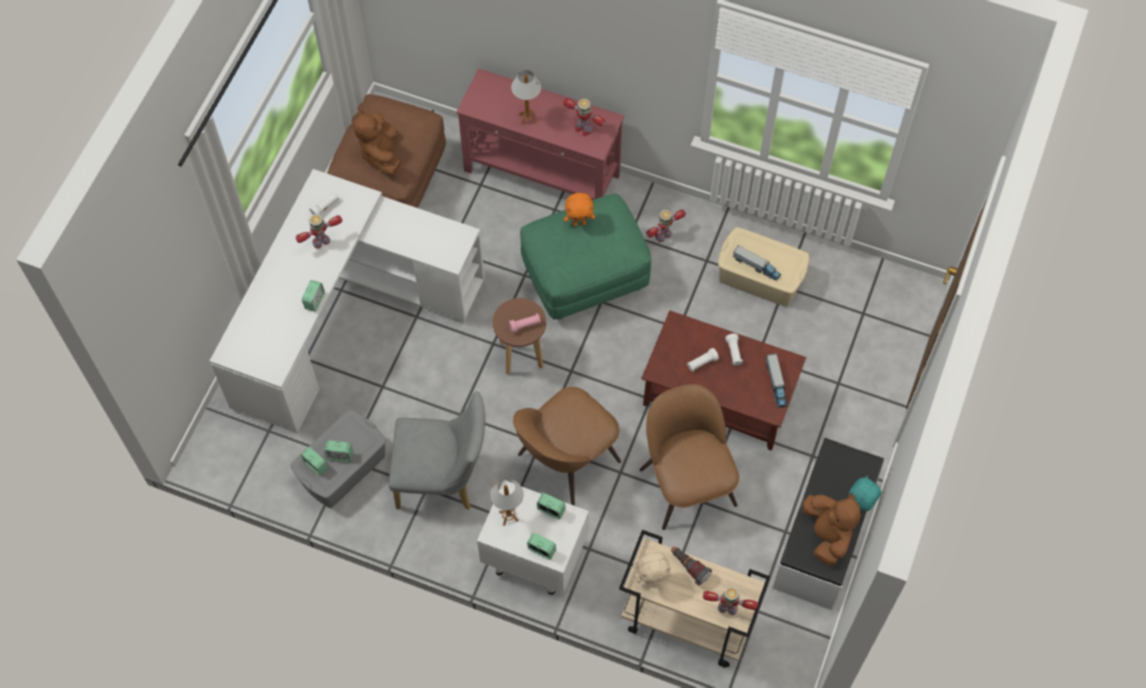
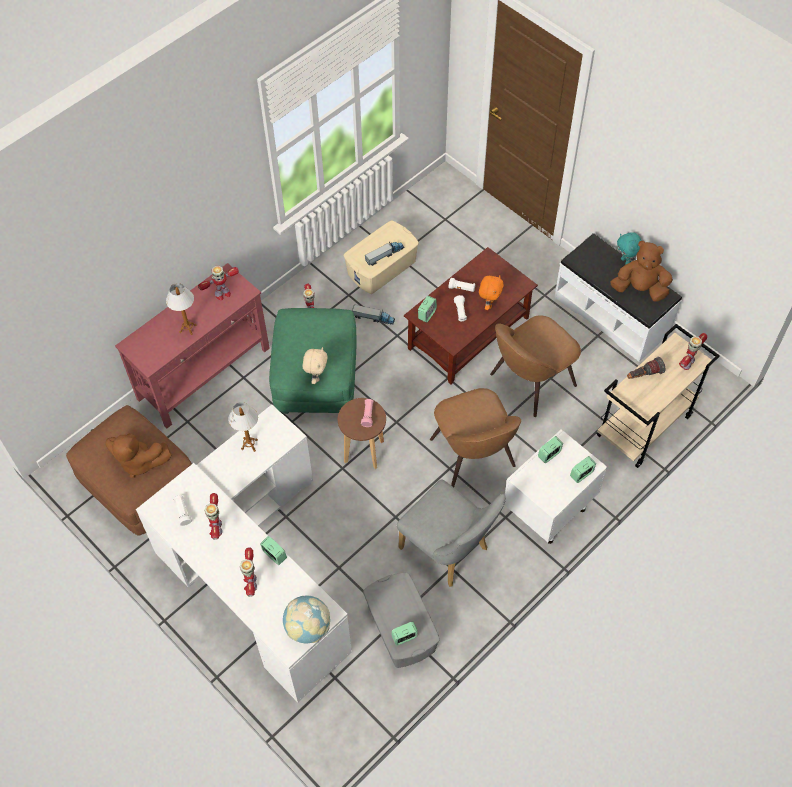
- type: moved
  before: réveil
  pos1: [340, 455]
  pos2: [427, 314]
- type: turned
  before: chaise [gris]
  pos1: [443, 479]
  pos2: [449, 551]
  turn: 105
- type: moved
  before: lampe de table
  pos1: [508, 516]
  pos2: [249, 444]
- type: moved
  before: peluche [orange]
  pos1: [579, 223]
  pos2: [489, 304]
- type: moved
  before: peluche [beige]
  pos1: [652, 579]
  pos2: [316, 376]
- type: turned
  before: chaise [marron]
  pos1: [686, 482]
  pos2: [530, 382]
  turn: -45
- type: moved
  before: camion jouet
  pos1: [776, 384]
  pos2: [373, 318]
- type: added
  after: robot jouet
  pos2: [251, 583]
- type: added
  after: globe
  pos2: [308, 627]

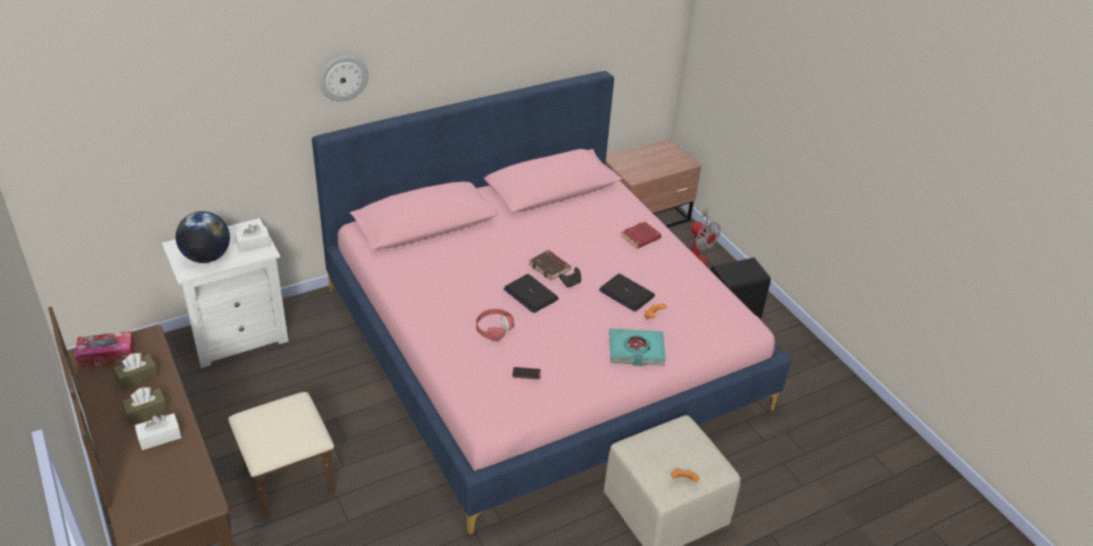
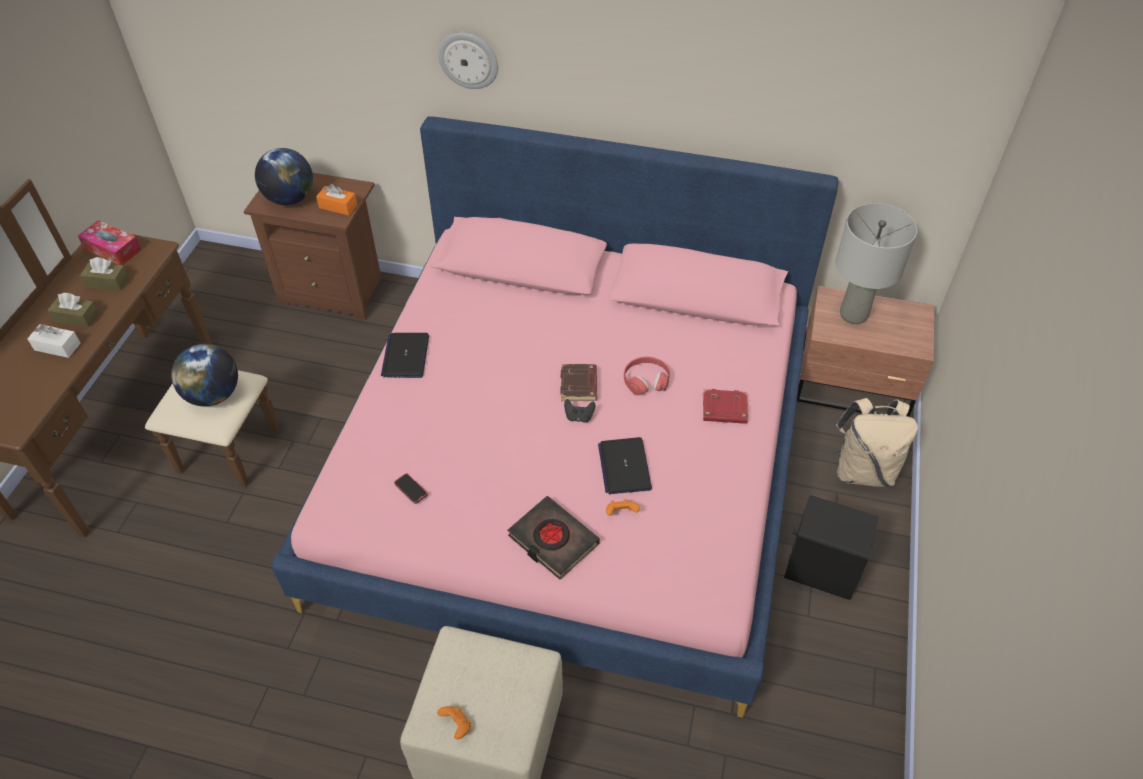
- type: recoloured
  before: table de chevet [blanc]
  after: table de chevet [marron]
  pos1: [238, 335]
  pos2: [335, 290]
- type: recoloured
  before: boîte à mouchoirs [blanc]
  after: boîte à mouchoirs [orange]
  pos1: [253, 244]
  pos2: [338, 206]
- type: moved
  before: casque audio [rouge]
  pos1: [494, 328]
  pos2: [646, 380]
- type: moved
  before: ordinateur portable
  pos1: [530, 294]
  pos2: [406, 356]
- type: recoloured
  before: livre [turquoise]
  after: livre [noir]
  pos1: [636, 350]
  pos2: [553, 540]
- type: replaced
  before: ventilateur
  after: sac à dos [beige]
  pos1: [696, 256]
  pos2: [863, 470]
- type: added
  after: globe
  pos2: [213, 395]
- type: added
  after: lampe de table [gris]
  pos2: [853, 314]

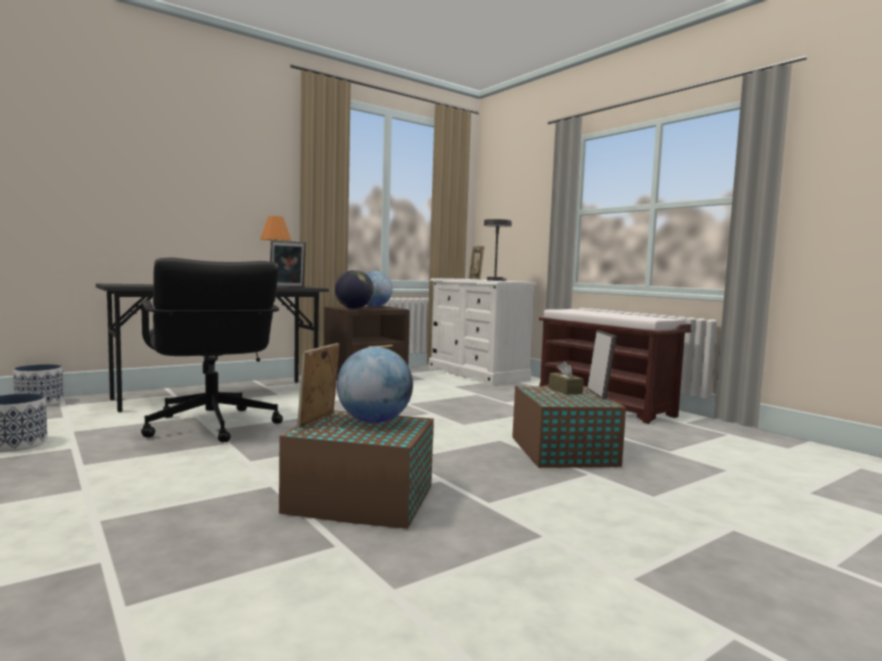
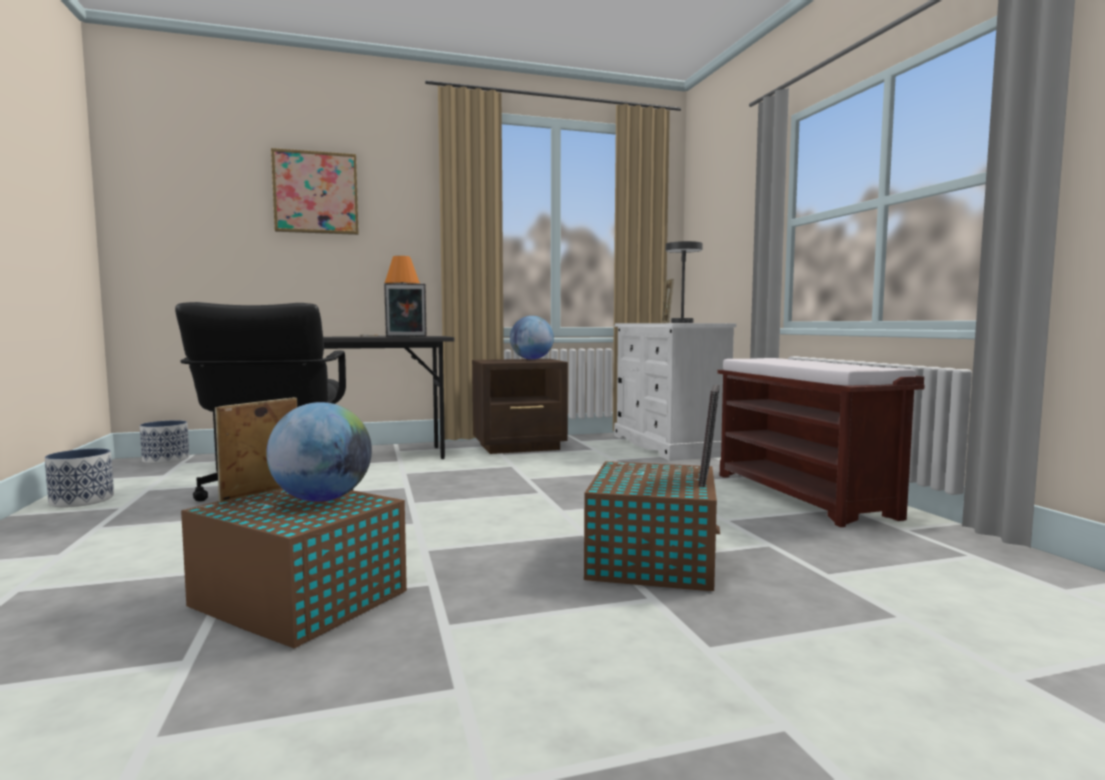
- type: removed
  before: globe
  pos1: [353, 308]
- type: removed
  before: boîte à mouchoirs [marron]
  pos1: [565, 390]
- type: added
  after: tableau
  pos2: [316, 193]

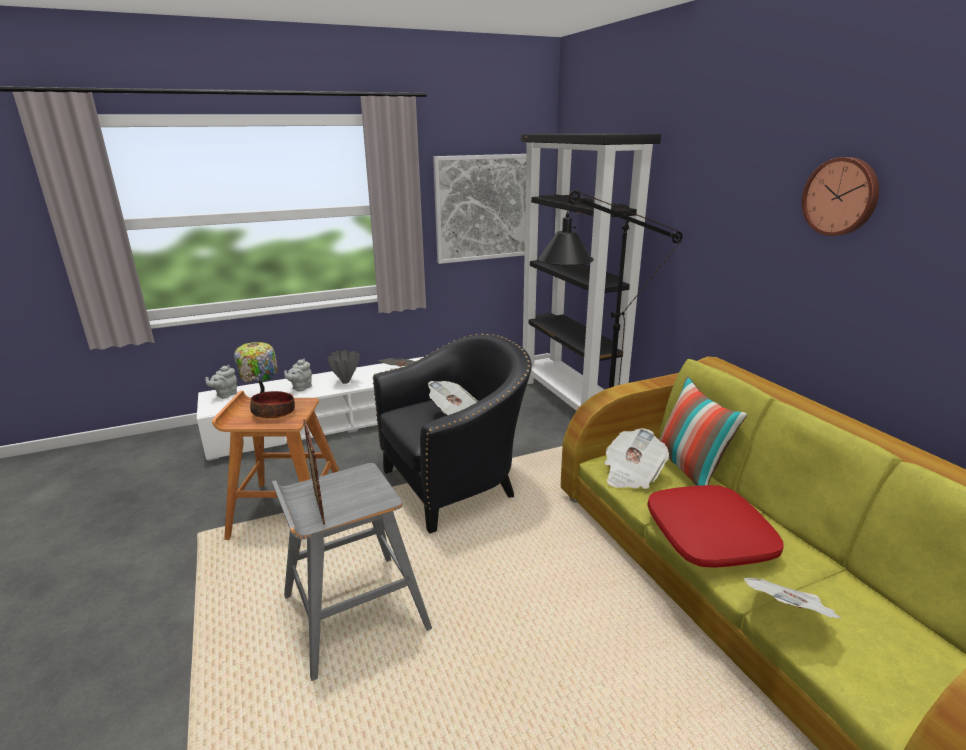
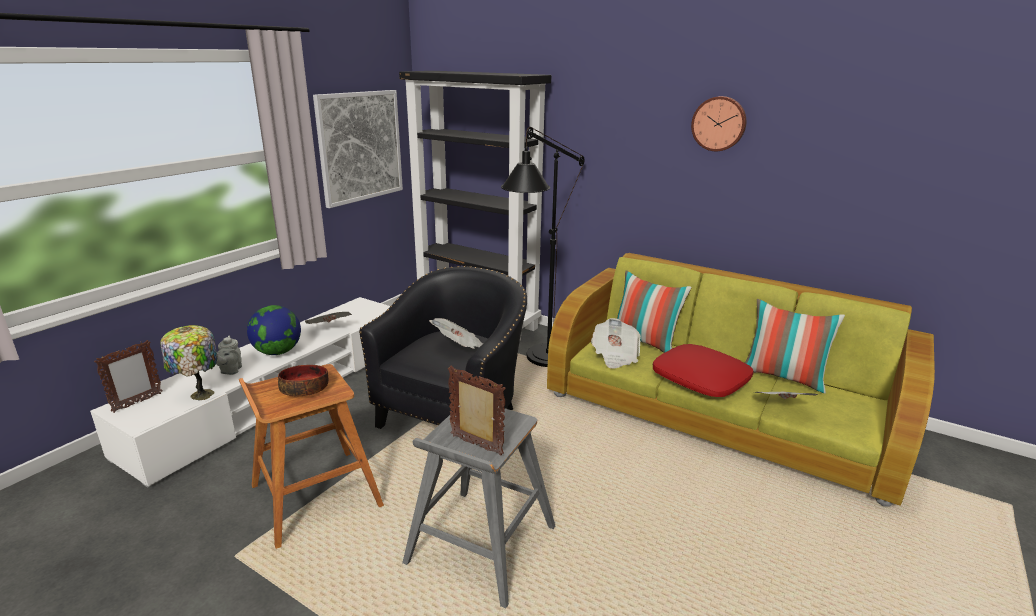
- type: replaced
  before: théière [gris]
  after: cadre photo
  pos1: [225, 395]
  pos2: [137, 403]
- type: replaced
  before: vase [gris]
  after: globe
  pos1: [345, 382]
  pos2: [278, 352]
- type: added
  after: coussin
  pos2: [783, 377]

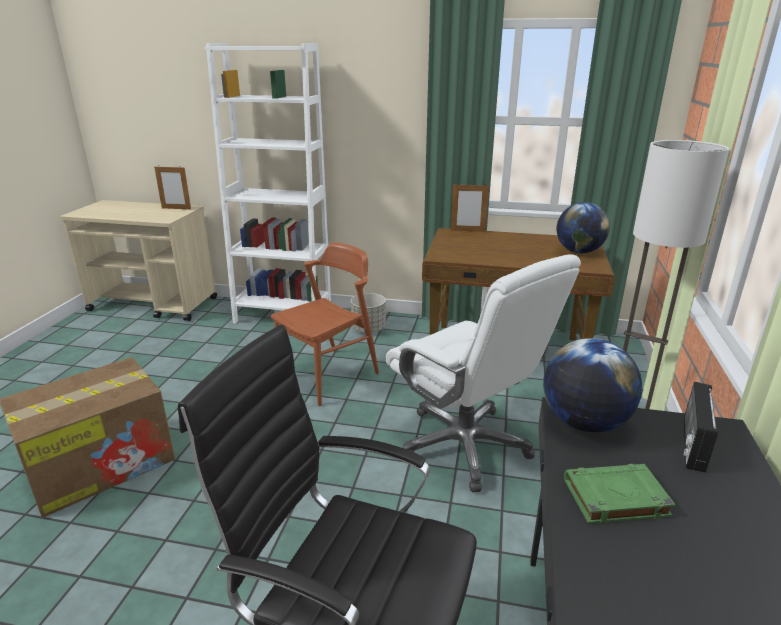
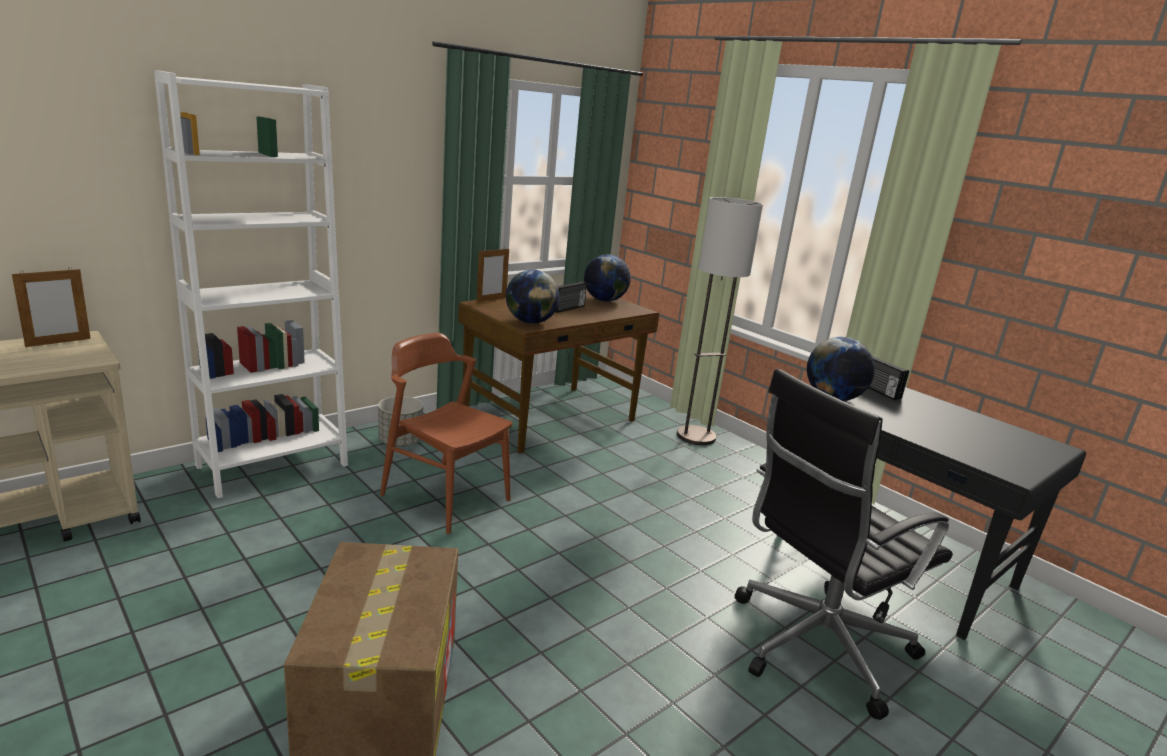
- type: turned
  before: chaise [marron]
  pos1: [328, 375]
  pos2: [445, 497]
  turn: -45
- type: removed
  before: chaise de bureau [blanc]
  pos1: [465, 445]
- type: removed
  before: livre [vert]
  pos1: [614, 498]
- type: added
  after: globe
  pos2: [530, 322]
- type: added
  after: radio
  pos2: [568, 308]

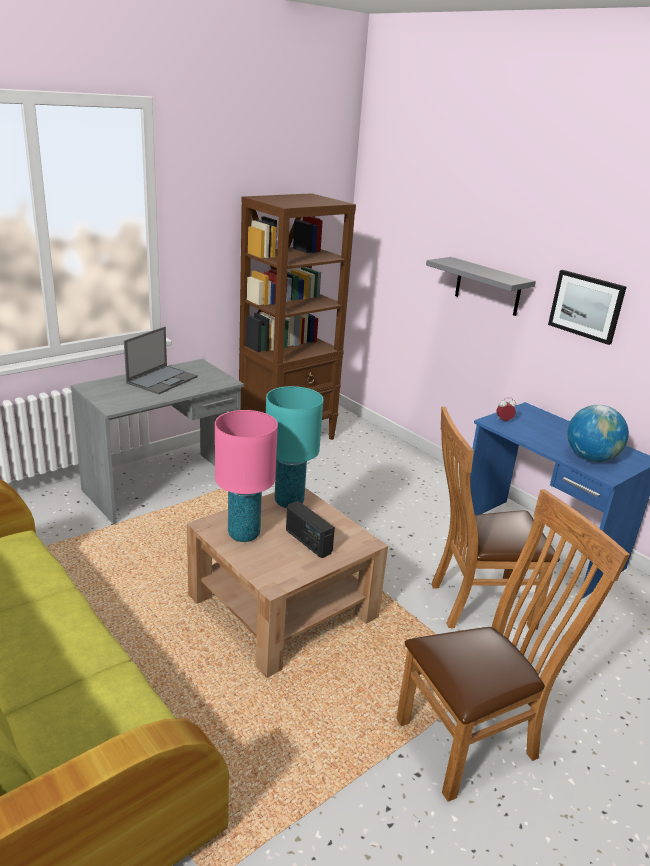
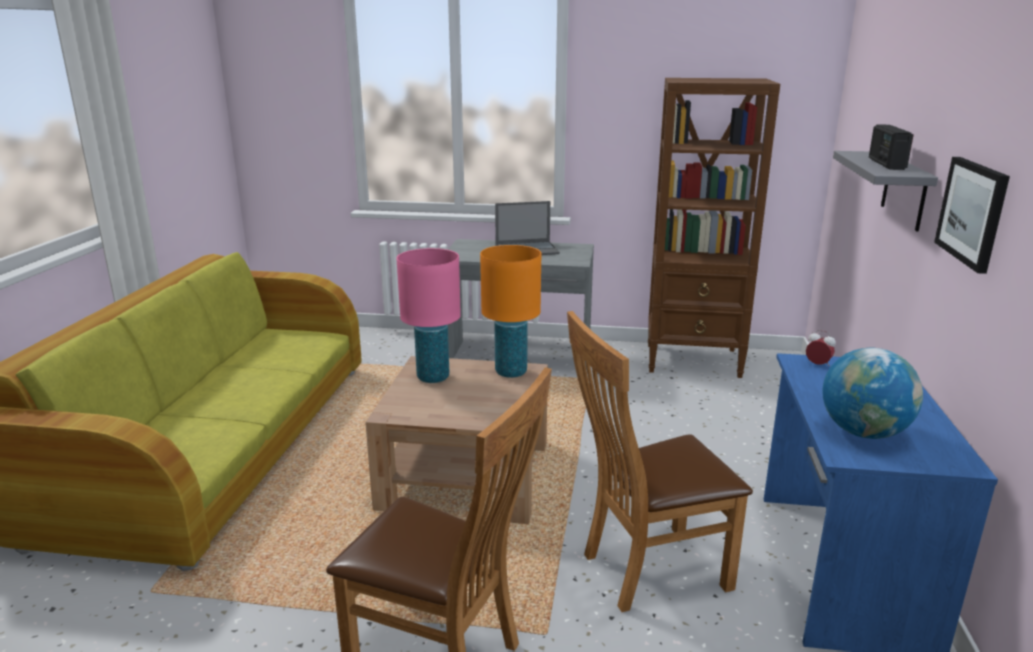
- type: recoloured
  before: lampe de table [turquoise]
  after: lampe de table [orange]
  pos1: [289, 501]
  pos2: [511, 372]
- type: moved
  before: radio
  pos1: [308, 542]
  pos2: [886, 164]
- type: turned
  before: chaise [marron]
  pos1: [474, 604]
  pos2: [647, 570]
  turn: -60

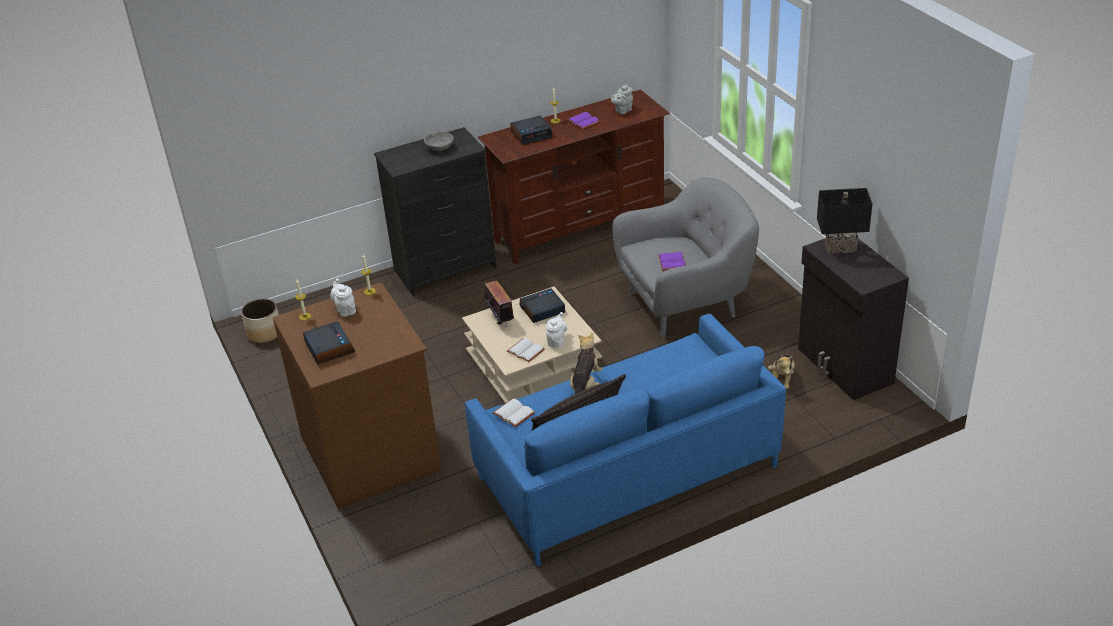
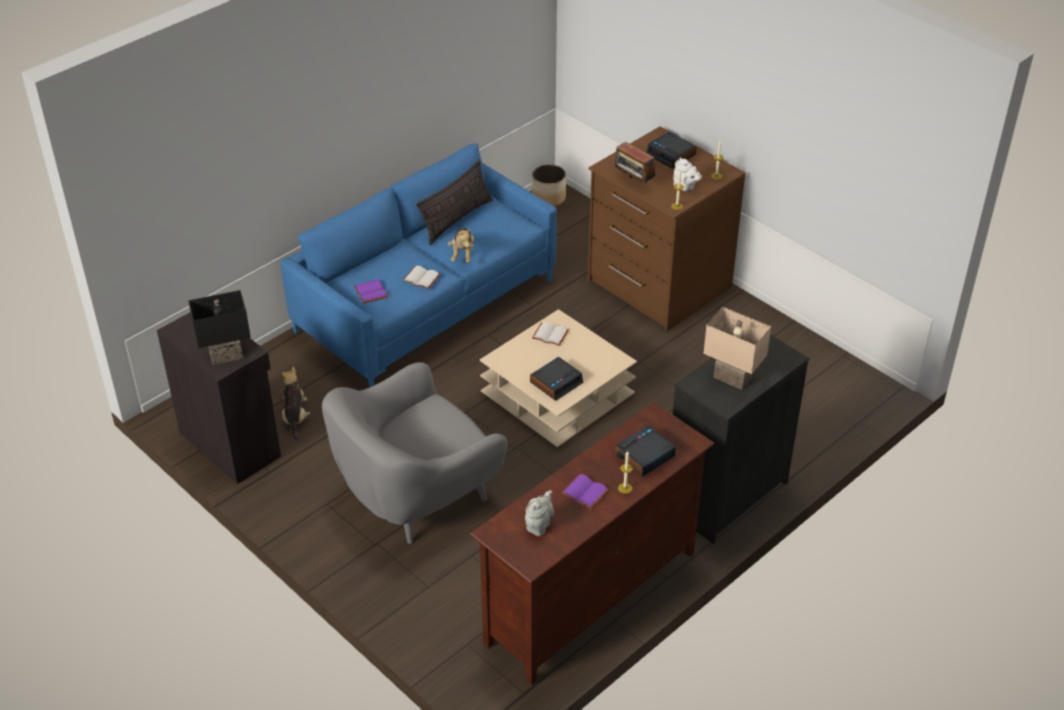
- type: moved
  before: cache-pot
  pos1: [264, 333]
  pos2: [549, 198]
- type: replaced
  before: bol [gris]
  after: lampe de table [beige]
  pos1: [439, 148]
  pos2: [733, 377]
- type: moved
  before: radio
  pos1: [500, 319]
  pos2: [633, 182]
- type: moved
  before: livre [blanc]
  pos1: [512, 414]
  pos2: [422, 278]
- type: removed
  before: théière [blanc]
  pos1: [556, 341]
- type: moved
  before: livre [violet]
  pos1: [673, 262]
  pos2: [369, 292]

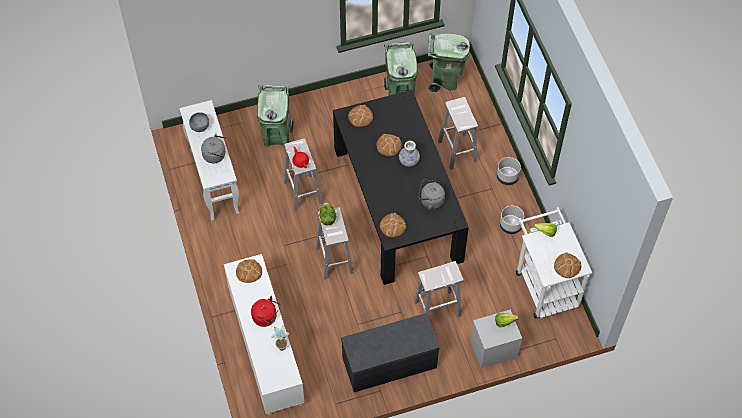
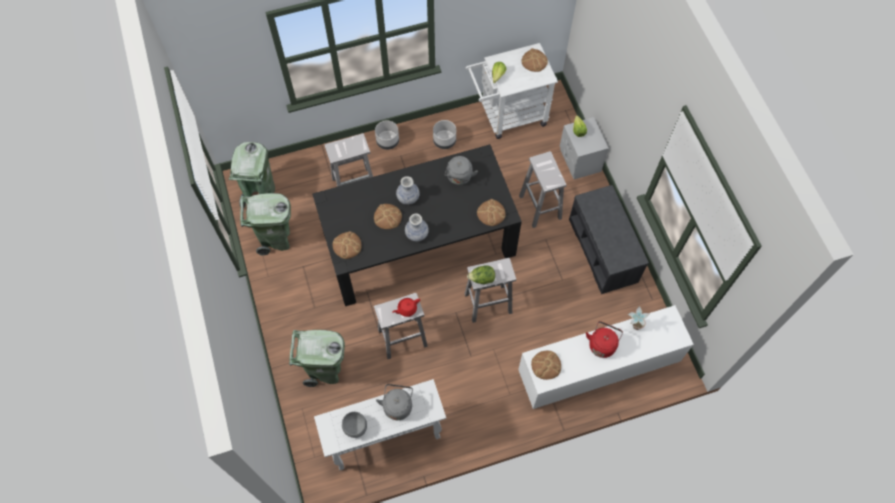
- type: added
  after: vase
  pos2: [417, 234]

